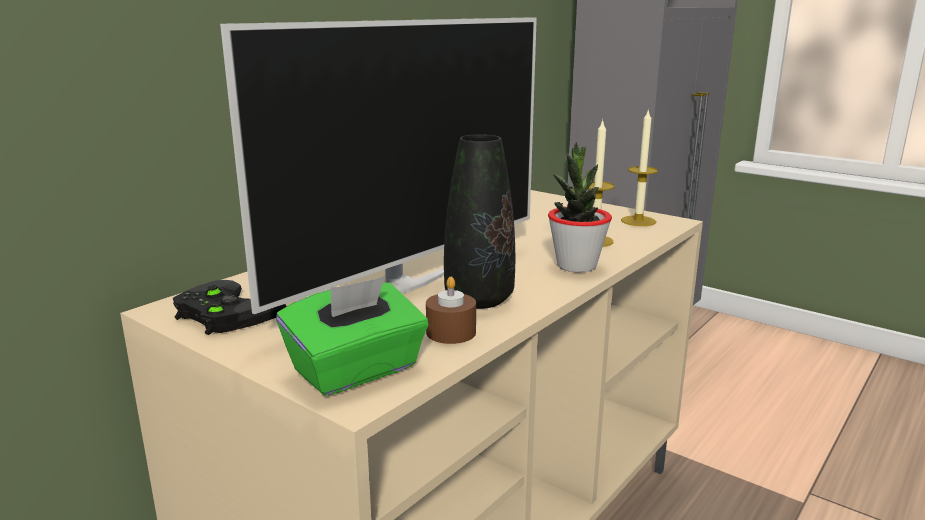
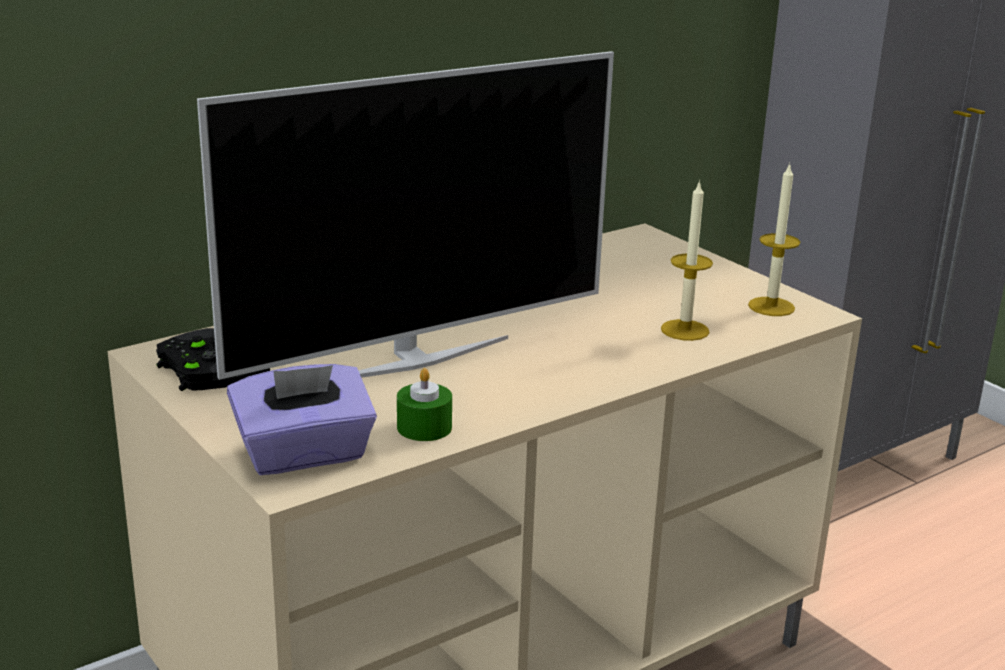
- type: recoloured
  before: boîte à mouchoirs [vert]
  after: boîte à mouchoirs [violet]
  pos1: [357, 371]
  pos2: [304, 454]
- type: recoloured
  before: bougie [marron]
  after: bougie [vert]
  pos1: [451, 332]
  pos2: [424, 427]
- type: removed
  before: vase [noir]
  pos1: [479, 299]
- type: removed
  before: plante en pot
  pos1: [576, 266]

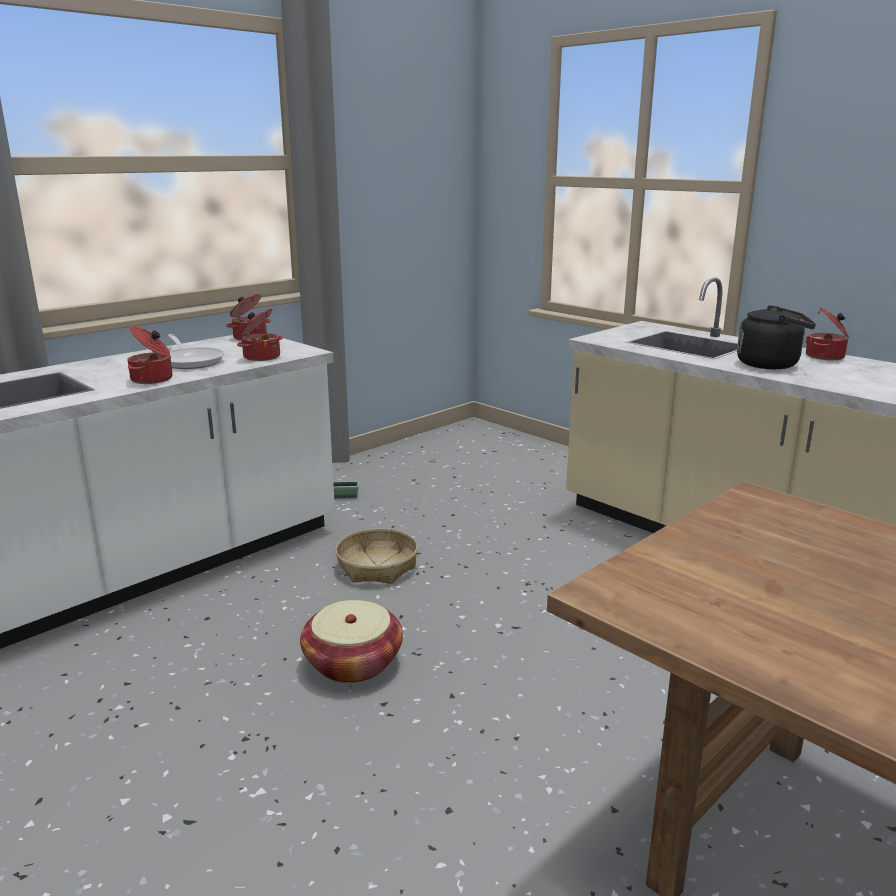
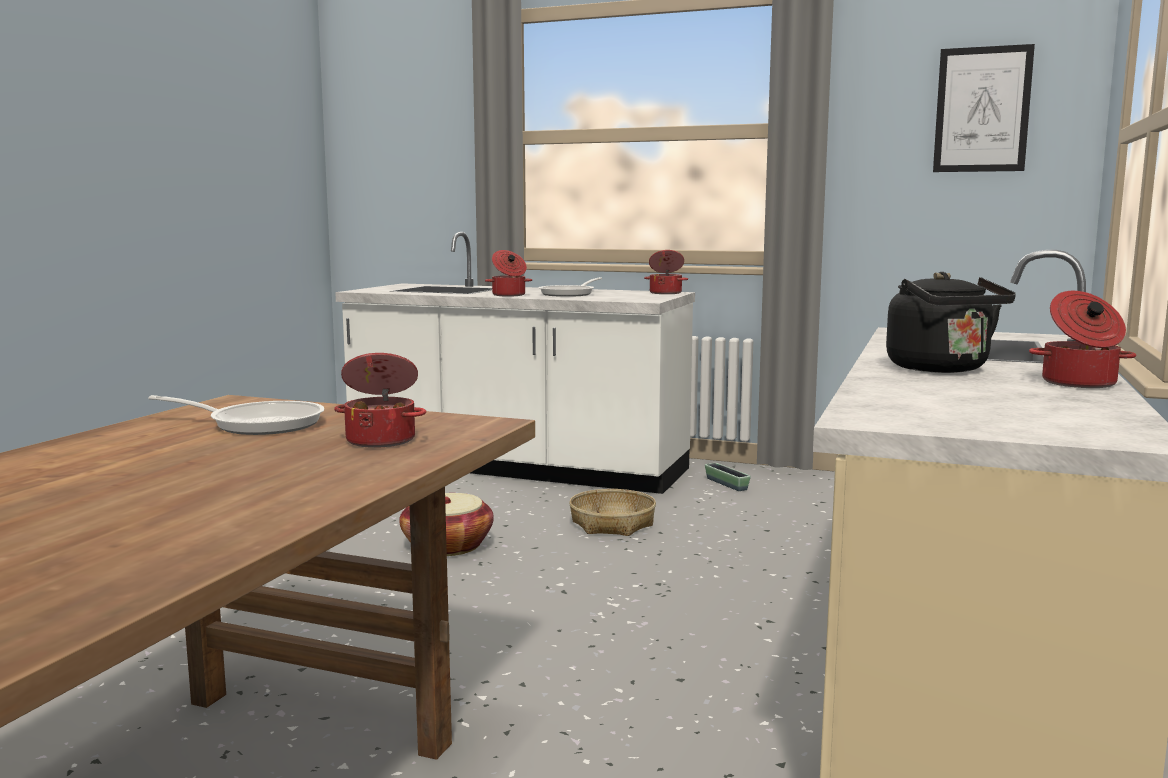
- type: moved
  before: marmite
  pos1: [261, 357]
  pos2: [382, 440]
- type: added
  after: poêle
  pos2: [258, 424]
- type: added
  after: tableau
  pos2: [982, 110]

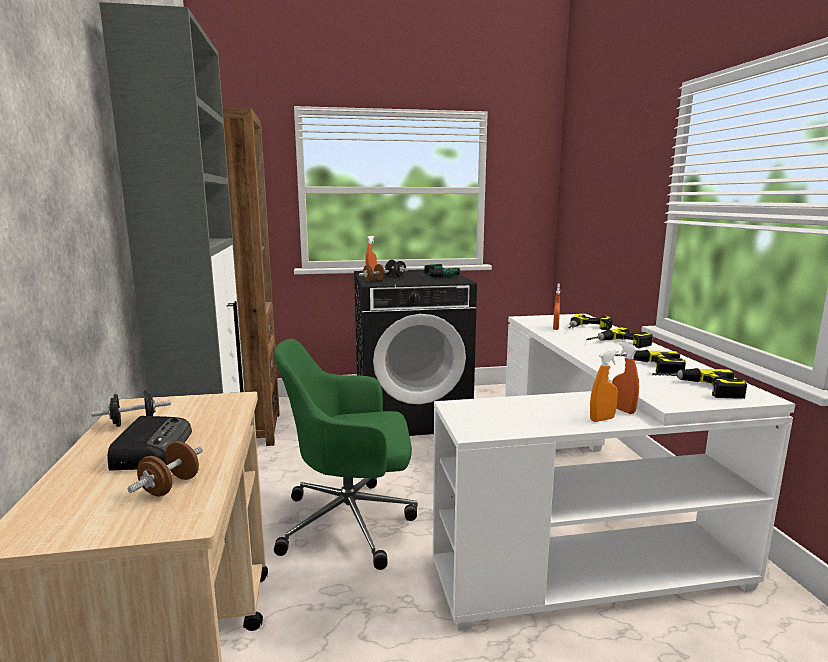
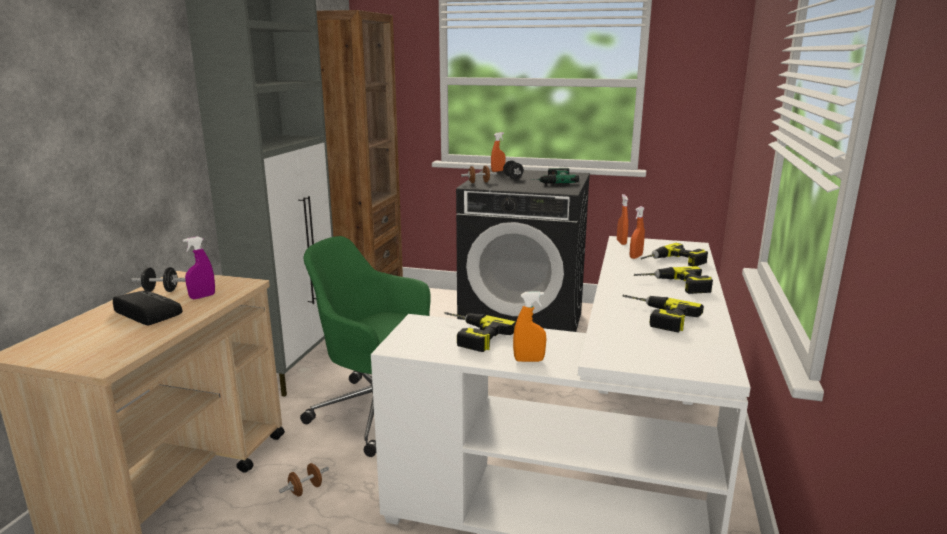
- type: turned
  before: radio
  pos1: [153, 449]
  pos2: [147, 313]
  turn: -75
- type: moved
  before: haltère [marron]
  pos1: [170, 487]
  pos2: [305, 490]
- type: moved
  before: vaporisateur [orange]
  pos1: [622, 410]
  pos2: [621, 242]
- type: moved
  before: perceuse
  pos1: [699, 388]
  pos2: [469, 335]
- type: added
  after: vaporisateur [violet]
  pos2: [202, 297]

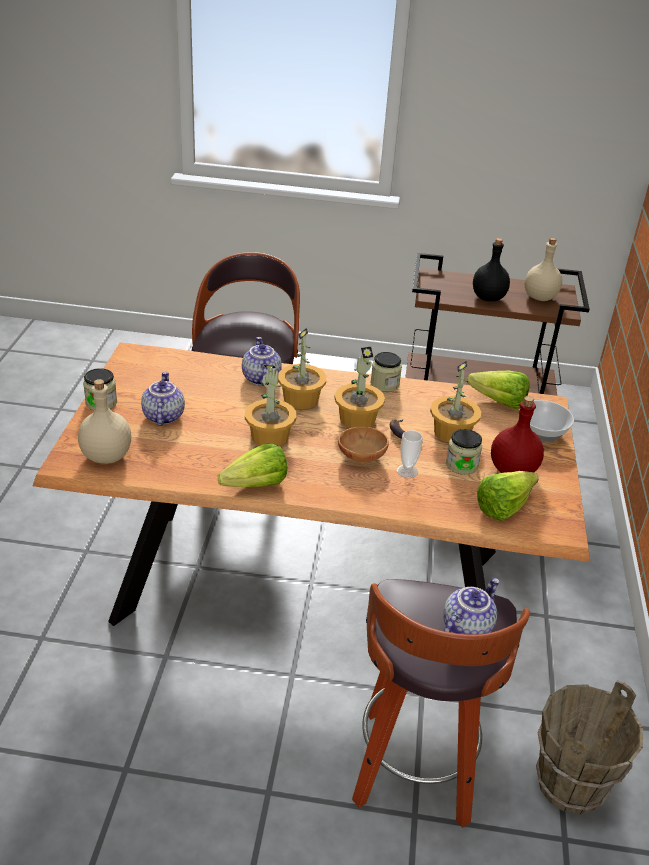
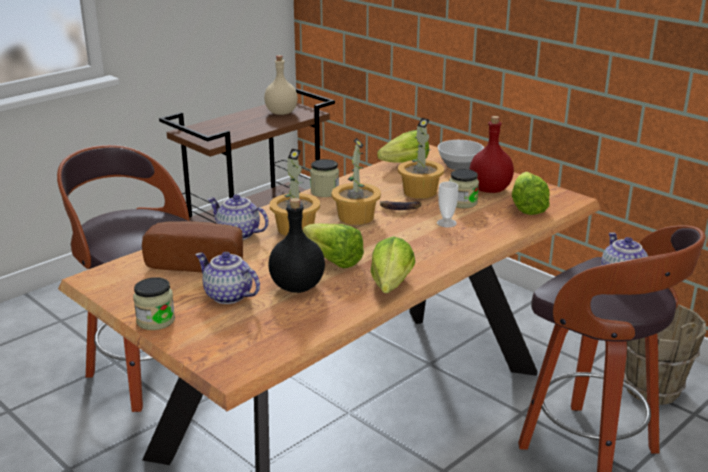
- type: removed
  before: bouteille [beige]
  pos1: [106, 457]
- type: replaced
  before: plante en pot
  after: laitue
  pos1: [269, 437]
  pos2: [330, 259]
- type: removed
  before: bol [marron]
  pos1: [361, 456]
- type: moved
  before: bouteille [noir]
  pos1: [488, 298]
  pos2: [298, 287]
- type: added
  after: pain
  pos2: [198, 262]

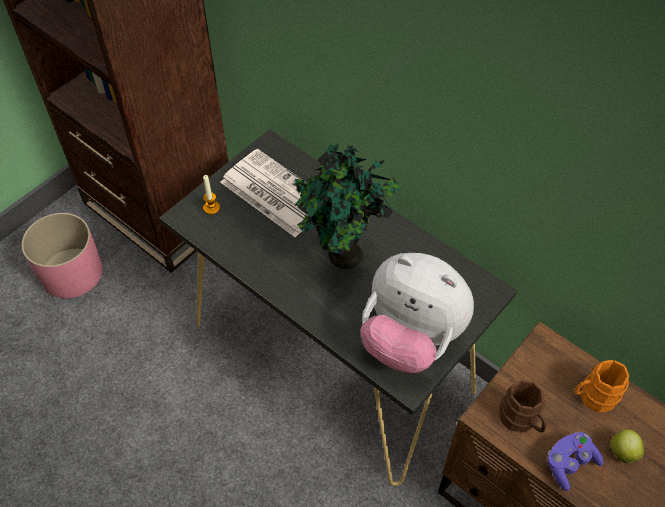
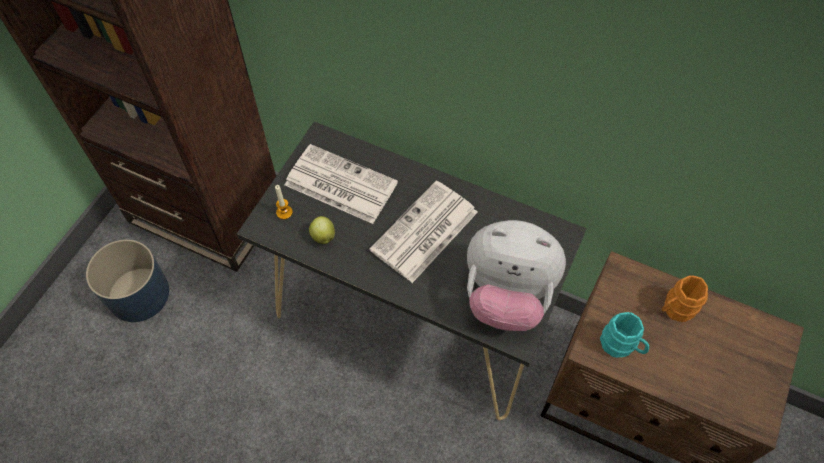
- type: recoloured
  before: cache-pot [rose]
  after: cache-pot [bleu]
  pos1: [72, 272]
  pos2: [138, 294]
- type: replaced
  before: plante en pot
  after: journal
  pos1: [344, 257]
  pos2: [424, 233]
- type: recoloured
  before: mug [marron]
  after: mug [turquoise]
  pos1: [521, 420]
  pos2: [621, 346]
- type: removed
  before: manette [violet]
  pos1: [569, 463]
- type: moved
  before: pomme
  pos1: [622, 451]
  pos2: [323, 236]

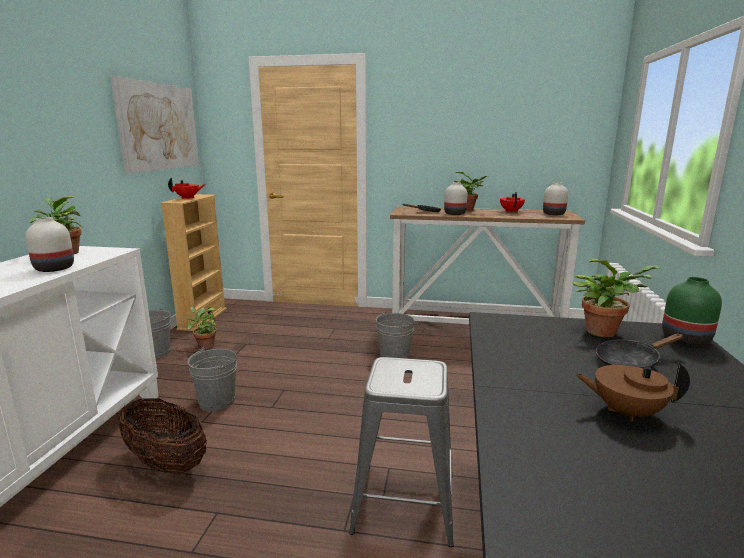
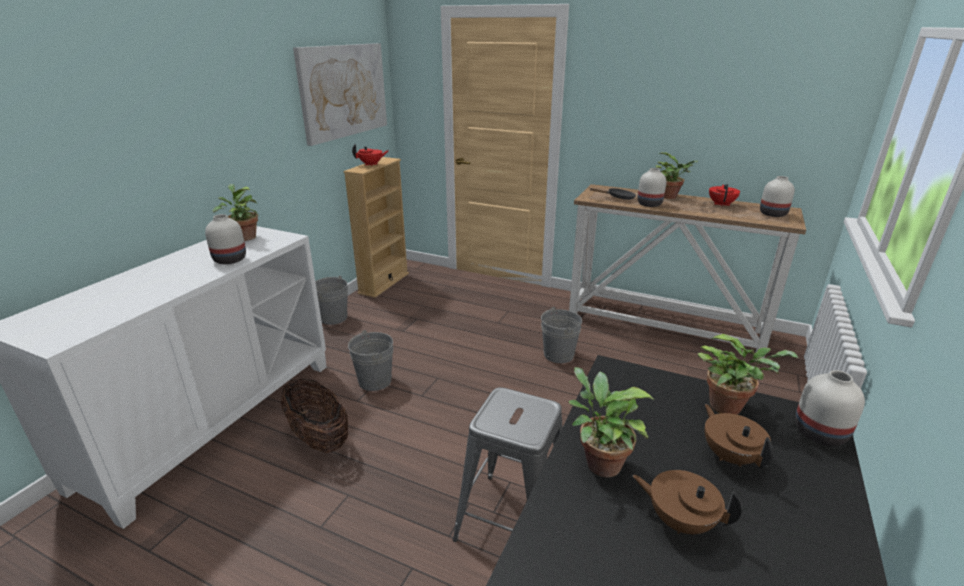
- type: moved
  before: plante en pot
  pos1: [204, 345]
  pos2: [598, 463]
- type: replaced
  before: poêle [noir]
  after: théière [marron]
  pos1: [630, 362]
  pos2: [730, 456]
- type: recoloured
  before: vase [vert]
  after: vase [blanc]
  pos1: [685, 339]
  pos2: [819, 433]

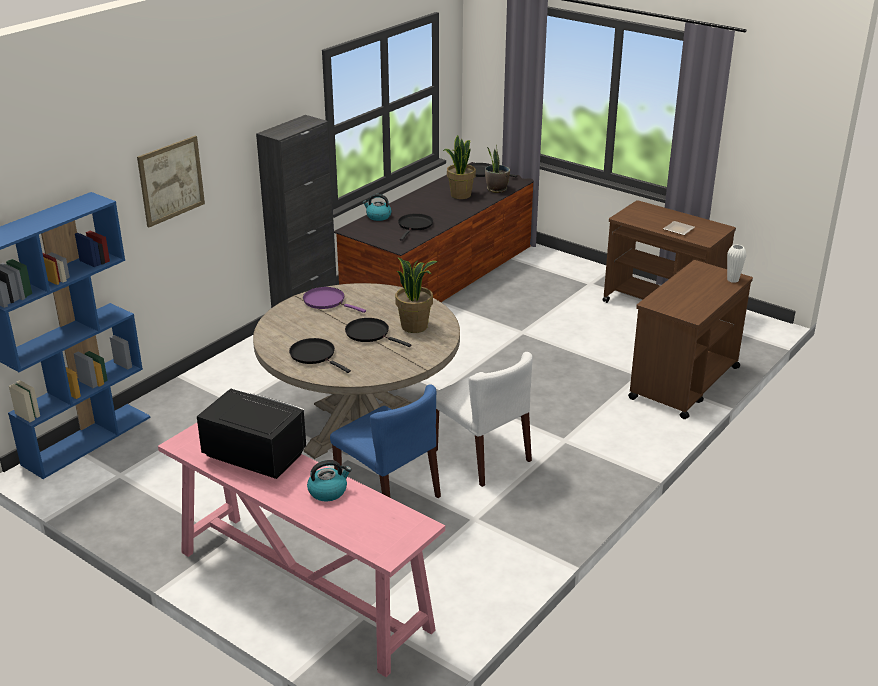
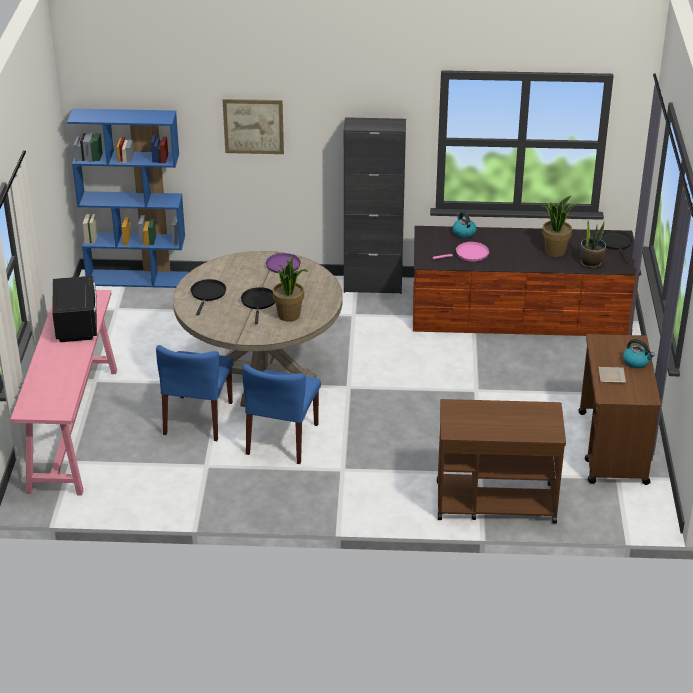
- type: moved
  before: bouilloire
  pos1: [328, 491]
  pos2: [636, 362]
- type: recoloured
  before: poêle [noir]
  after: poêle [rose]
  pos1: [415, 225]
  pos2: [469, 254]
- type: recoloured
  before: chaise [blanc]
  after: chaise [bleu]
  pos1: [482, 456]
  pos2: [282, 439]
- type: removed
  before: vase [blanc]
  pos1: [732, 280]

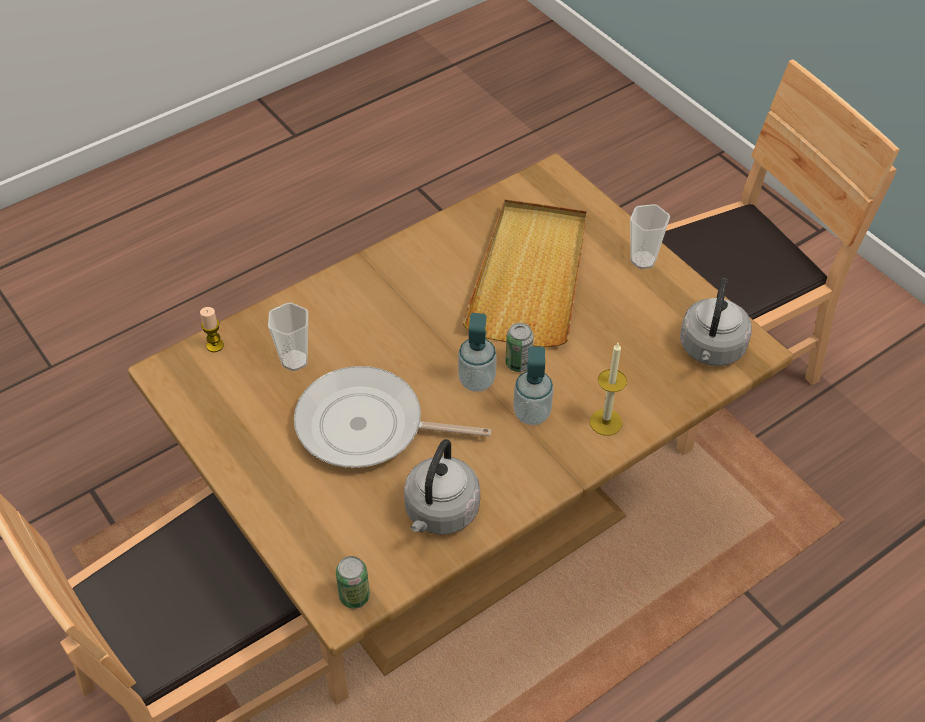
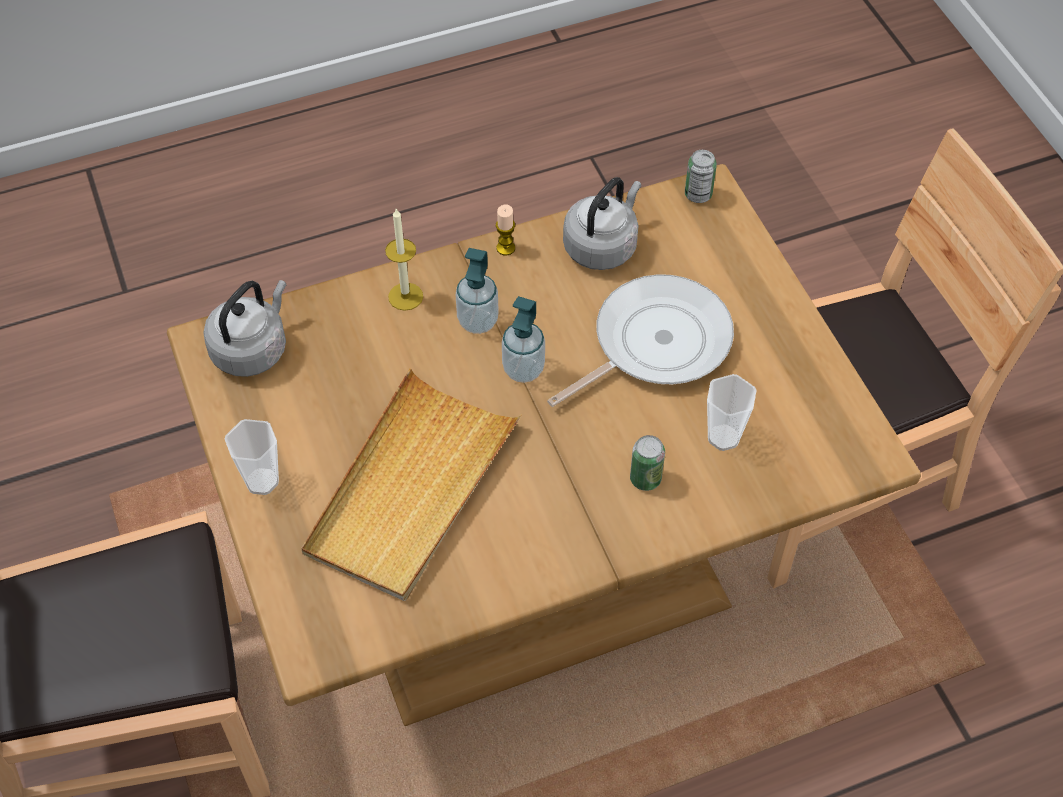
- type: moved
  before: bougie
  pos1: [215, 345]
  pos2: [505, 248]
- type: turned
  before: poêle
  pos1: [367, 427]
  pos2: [655, 343]
  turn: -60
- type: moved
  before: boîte métallique
  pos1: [518, 363]
  pos2: [645, 479]

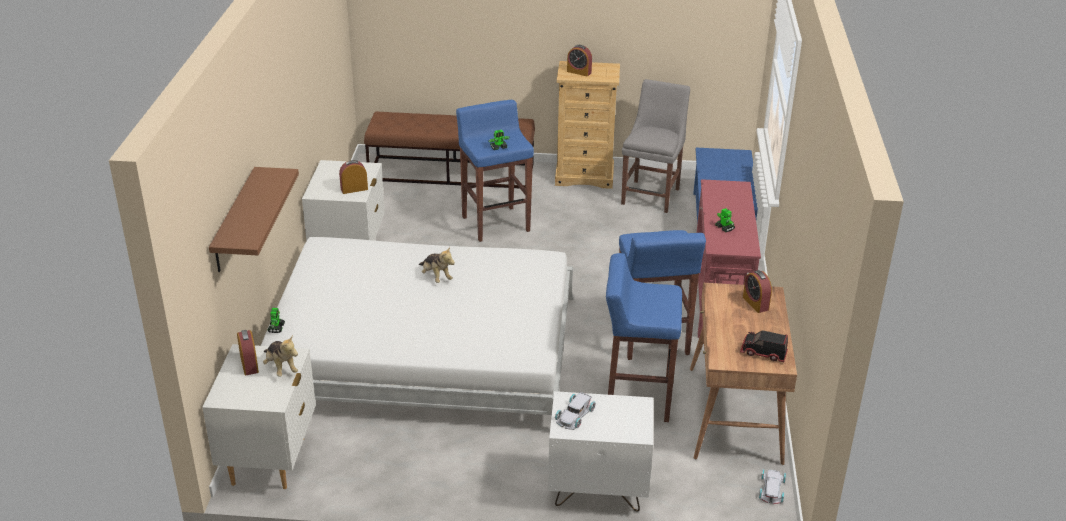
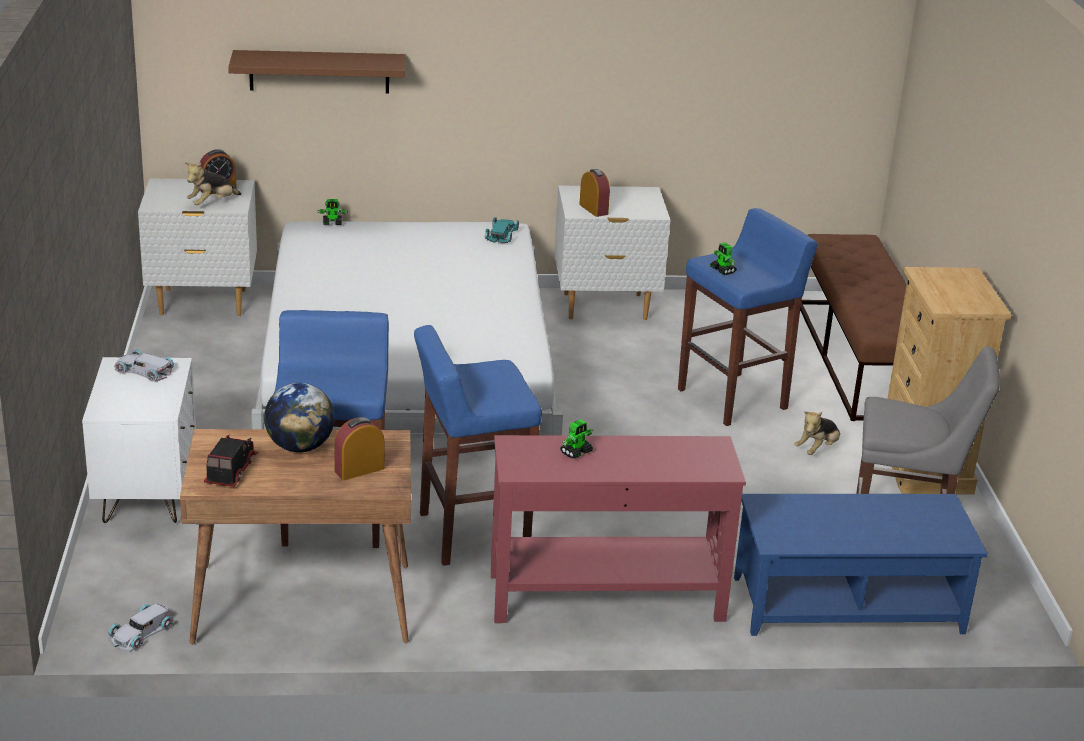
- type: moved
  before: peluche
  pos1: [436, 277]
  pos2: [817, 449]
- type: removed
  before: réveil
  pos1: [579, 72]
- type: turned
  before: petite voiture [blanc]
  pos1: [772, 489]
  pos2: [140, 632]
  turn: 120
- type: added
  after: globe
  pos2: [300, 447]
- type: added
  after: petite voiture [turquoise]
  pos2: [502, 234]

